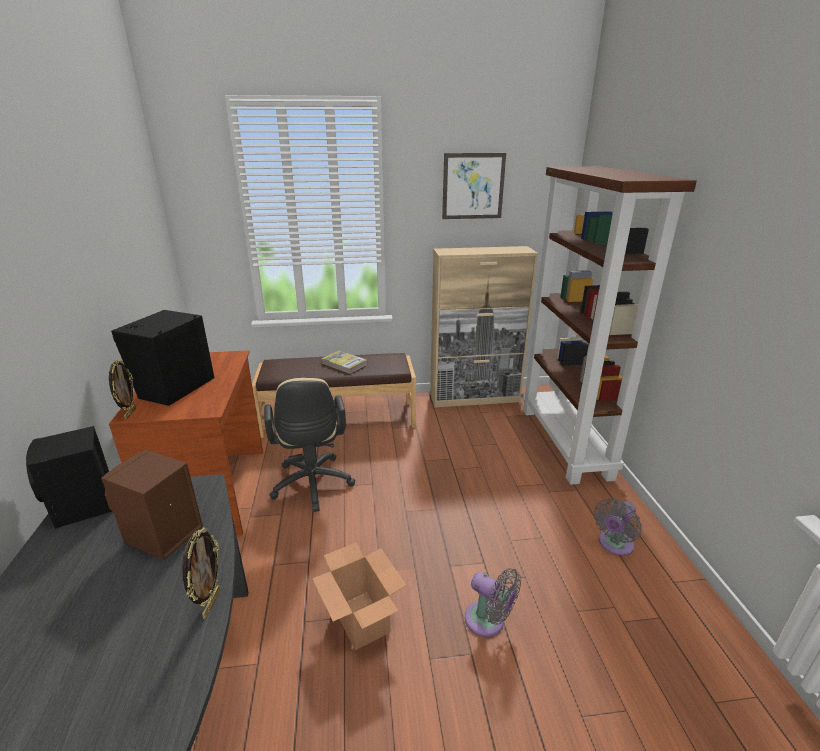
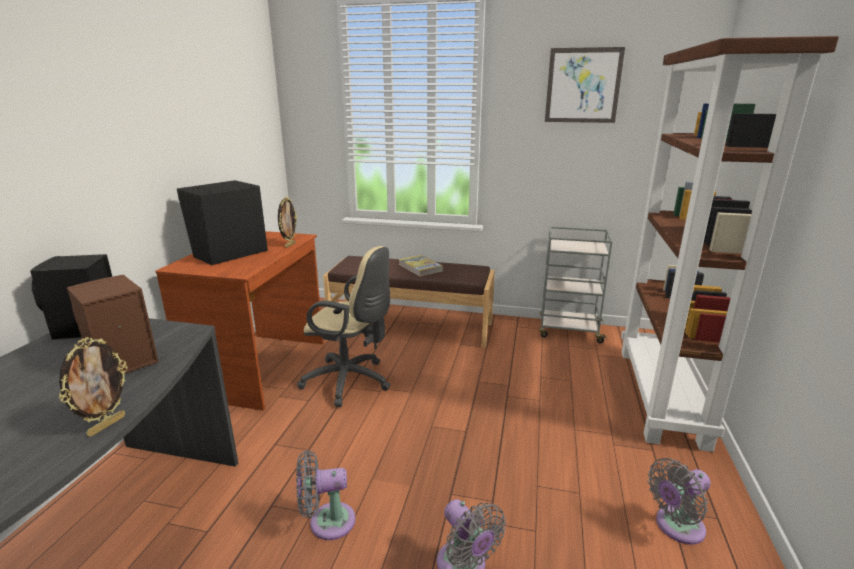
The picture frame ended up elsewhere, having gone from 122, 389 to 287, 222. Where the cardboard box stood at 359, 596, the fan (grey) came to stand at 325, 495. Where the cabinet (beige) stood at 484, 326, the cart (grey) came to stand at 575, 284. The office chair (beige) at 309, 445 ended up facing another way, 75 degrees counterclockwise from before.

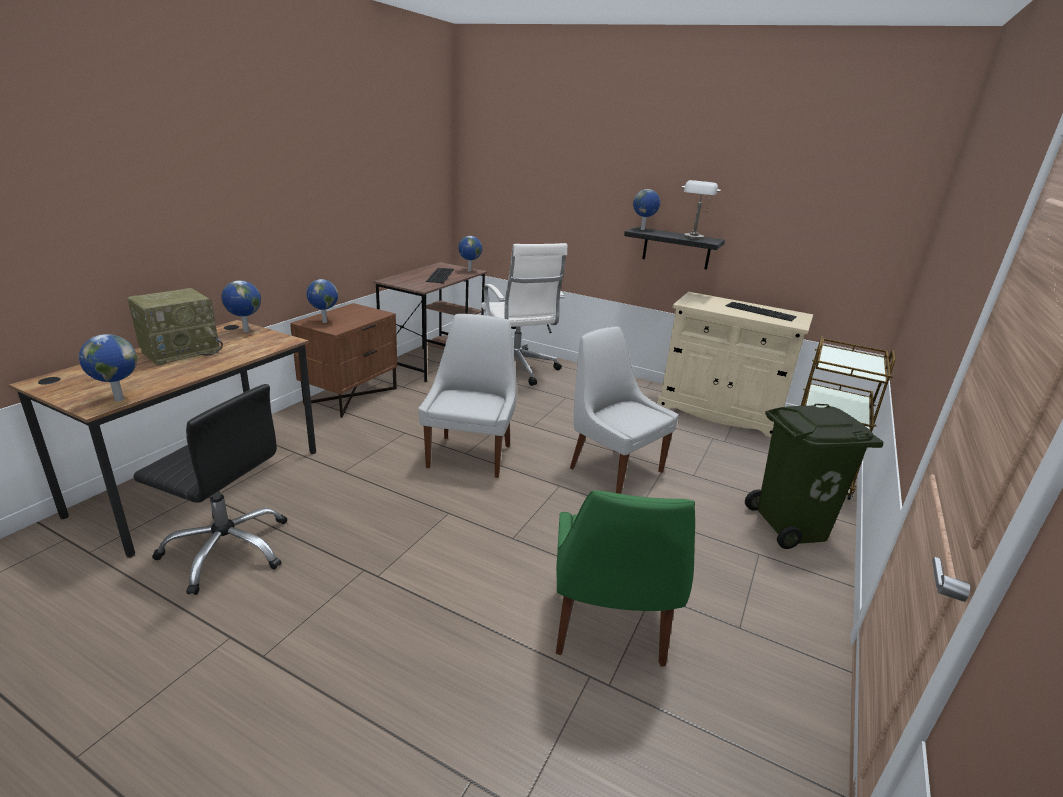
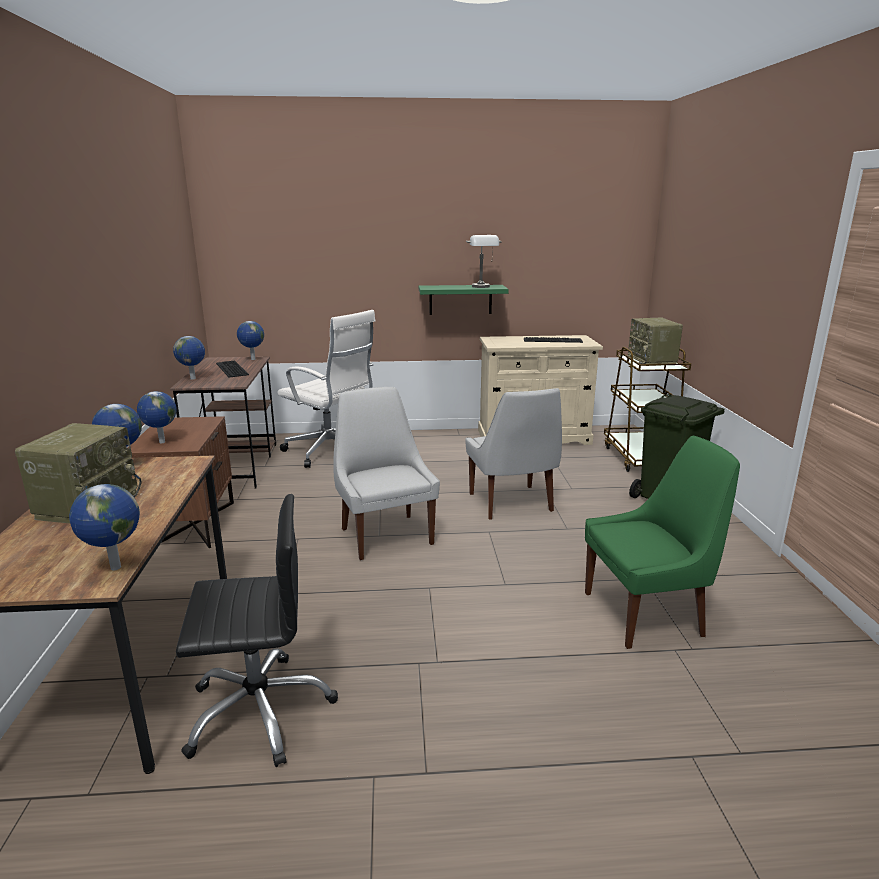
The second view gained the radio at 655, 342. The globe ended up elsewhere, having gone from 646, 209 to 189, 358. What was the shelf (black) at 674, 248 turned into the shelf (green) at 464, 300. The chair (green) at 625, 578 ended up facing another way, 75 degrees counterclockwise from before. The chair (white) at 624, 410 ended up facing another way, 120 degrees counterclockwise from before.

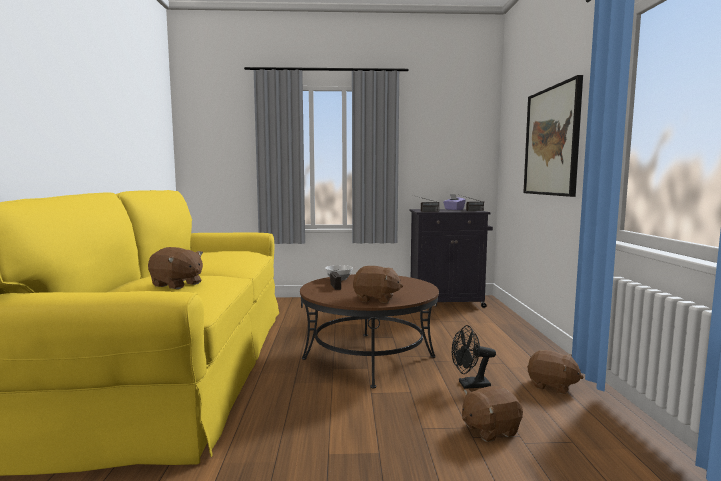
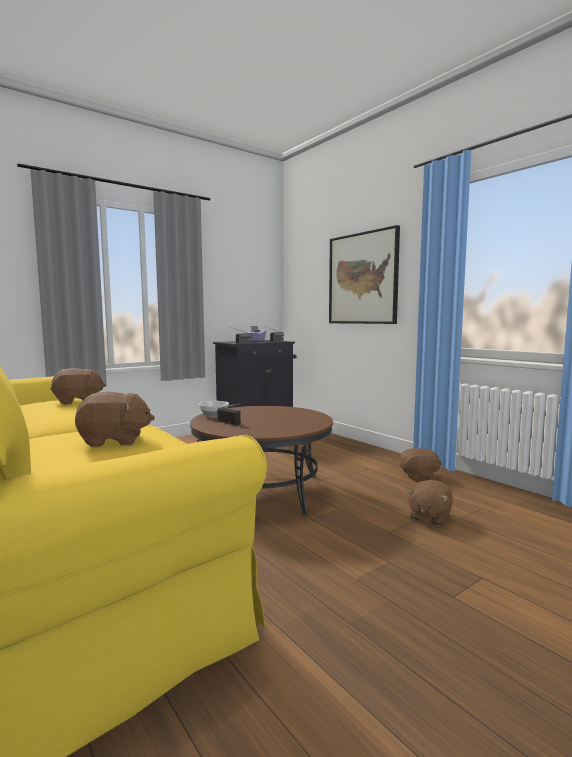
The second view lost the fan (black) at 473, 357. The plush toy (brown) ended up elsewhere, having gone from 378, 284 to 78, 386.

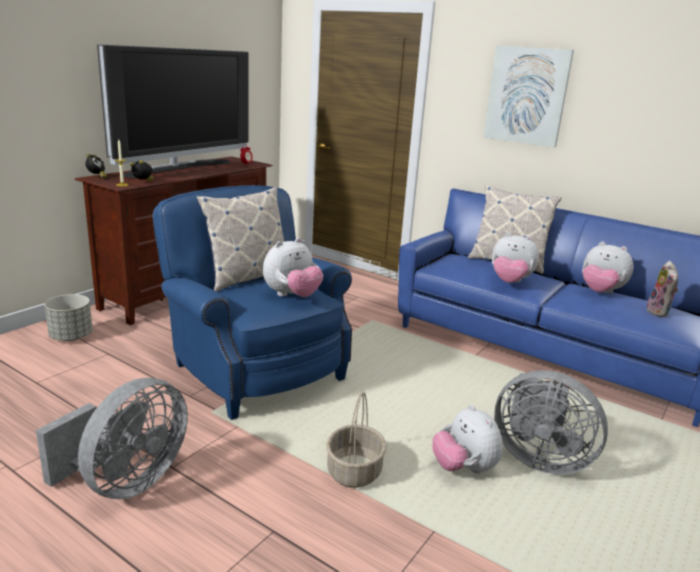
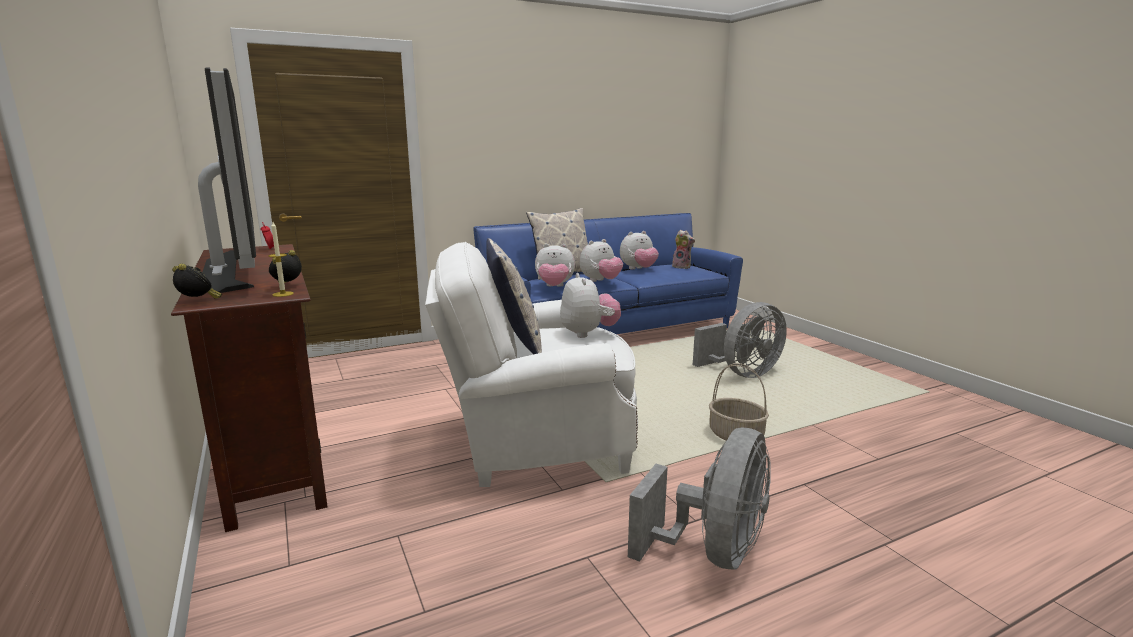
The second view lost the planter (grey) at 69, 317. The second view lost the picture at 528, 97. The plush toy ended up elsewhere, having gone from 467, 439 to 555, 265. What was the armchair (blue) at 252, 302 turned into the armchair (white) at 531, 364. The fan (grey) at 112, 438 ended up facing another way, 60 degrees clockwise from before.

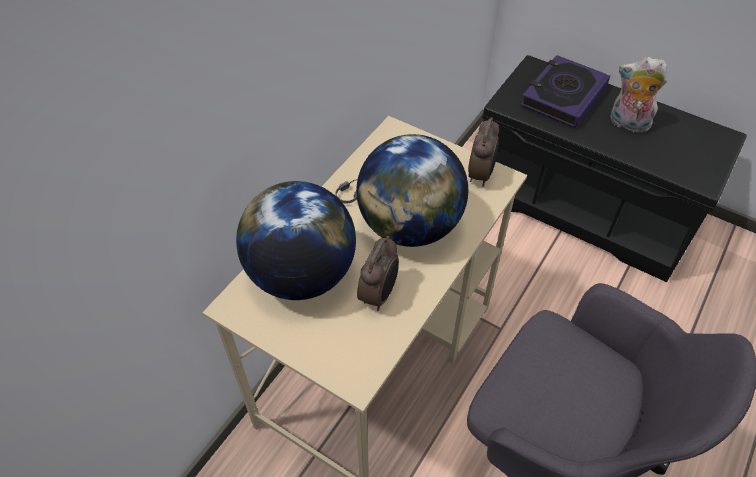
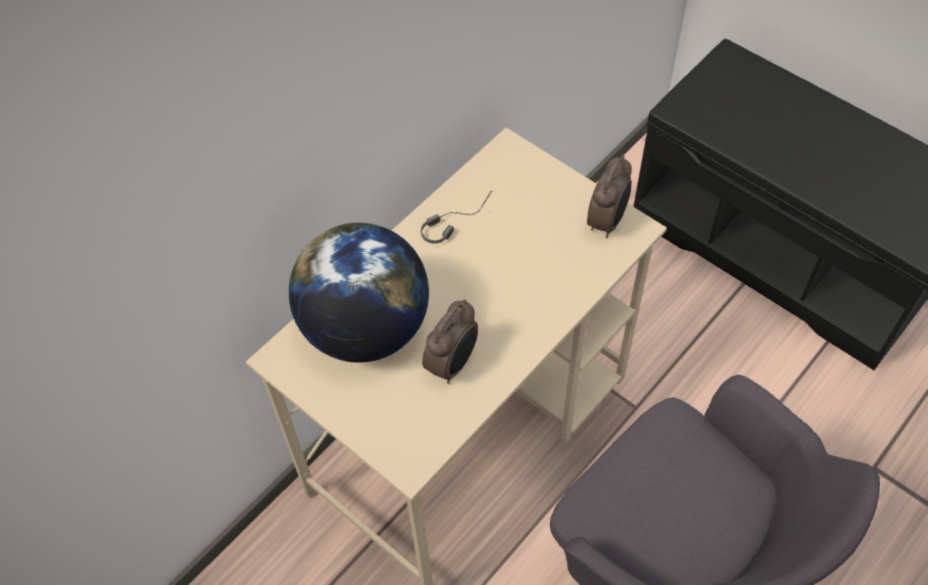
The second view lost the globe at 412, 190. The second view lost the book at 565, 91. The second view lost the plush toy at 639, 95.

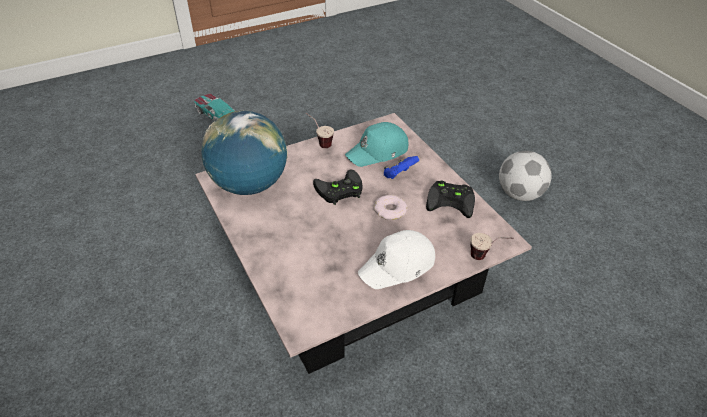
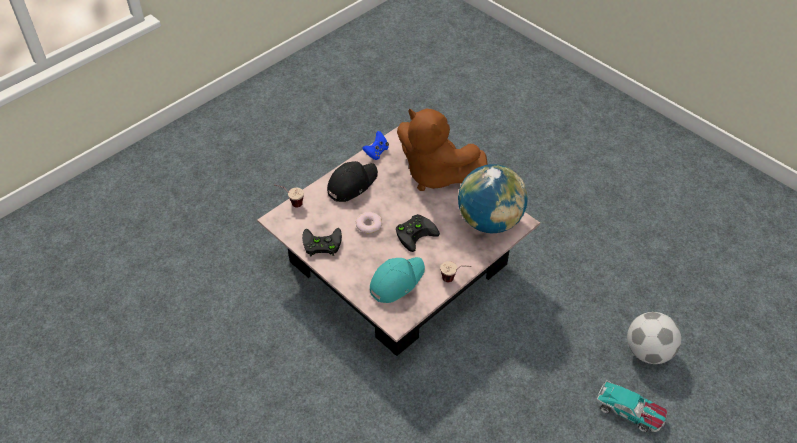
The second view gained the plush toy (brown) at 442, 150. The game controller (blue) ended up elsewhere, having gone from 401, 167 to 375, 145. The football ended up elsewhere, having gone from 525, 176 to 654, 338. What was the cap (white) at 396, 259 turned into the cap (black) at 352, 181.

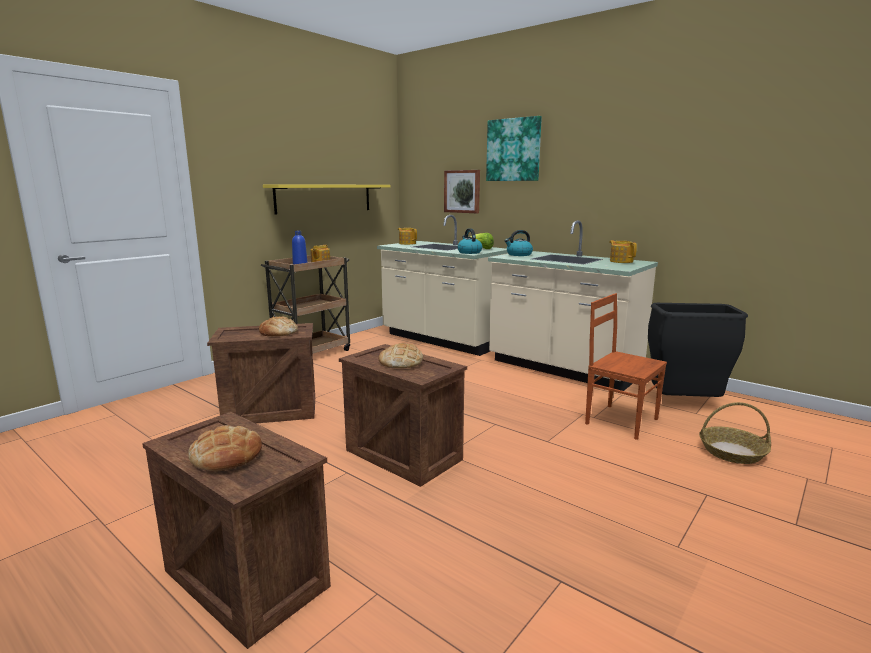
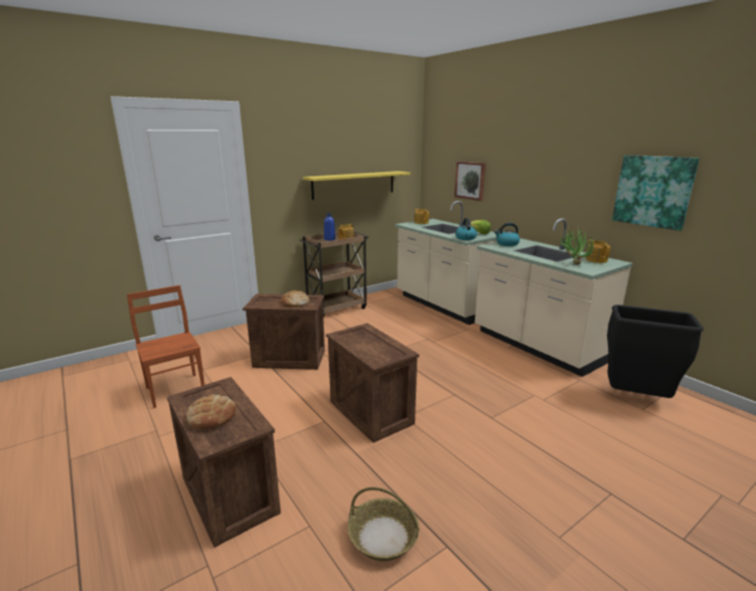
The second view lost the bread at 400, 355. The second view gained the potted plant at 576, 246. The picture ended up elsewhere, having gone from 514, 148 to 655, 193. The chair (brown) ended up elsewhere, having gone from 626, 366 to 166, 346. The basket ended up elsewhere, having gone from 735, 433 to 383, 524.

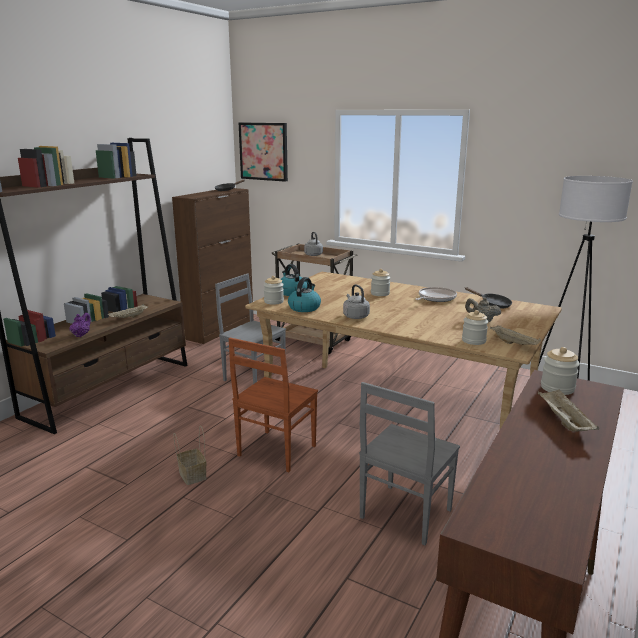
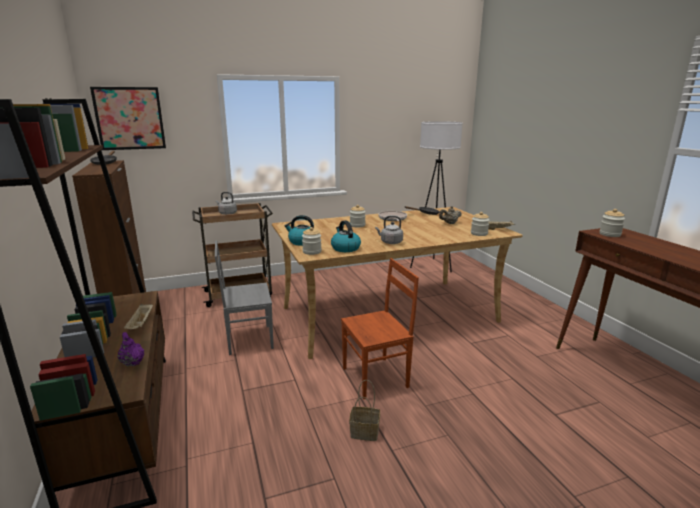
The second view lost the chair (grey) at 409, 463. The second view lost the tray (beige) at 568, 411. The chair (brown) at 273, 405 ended up facing another way, 90 degrees counterclockwise from before.

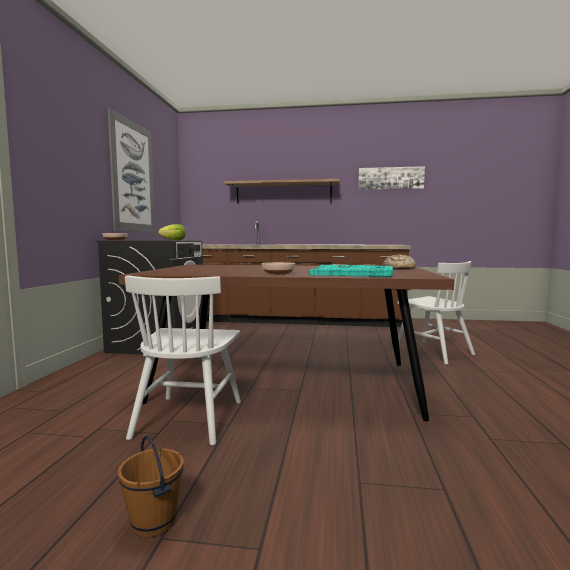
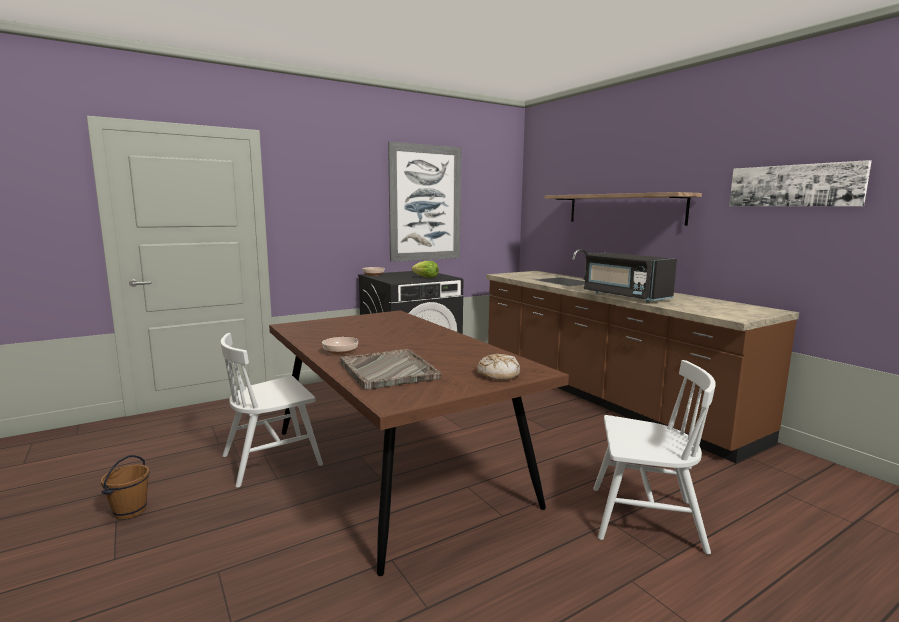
The second view gained the microwave (black) at 630, 277. What was the tray (turquoise) at 351, 271 turned into the tray (grey) at 390, 369. The chair (white) at 436, 313 ended up facing another way, 90 degrees counterclockwise from before.

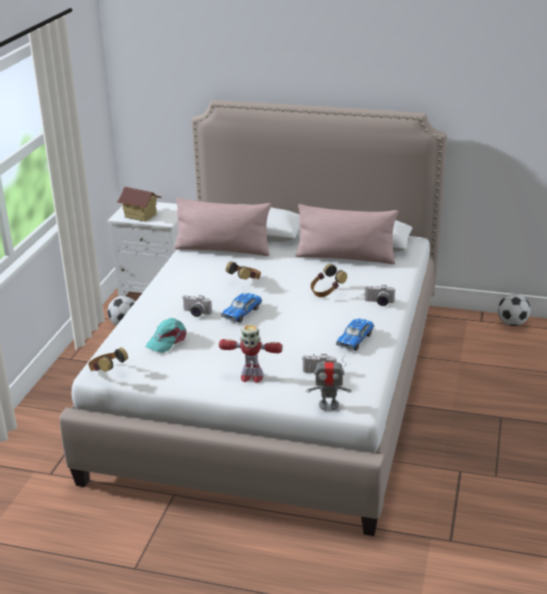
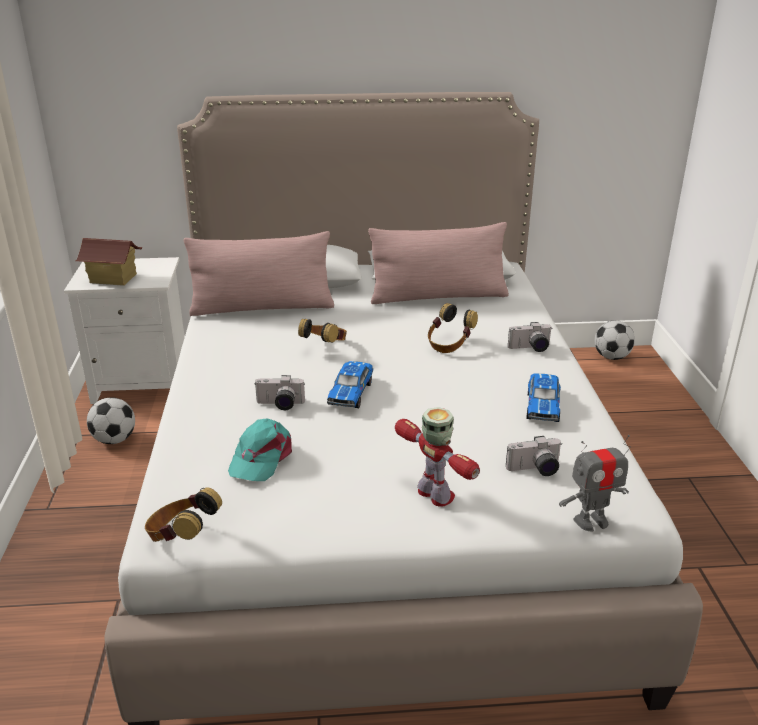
The toy robot at 251, 353 ended up facing another way, 120 degrees counterclockwise from before.

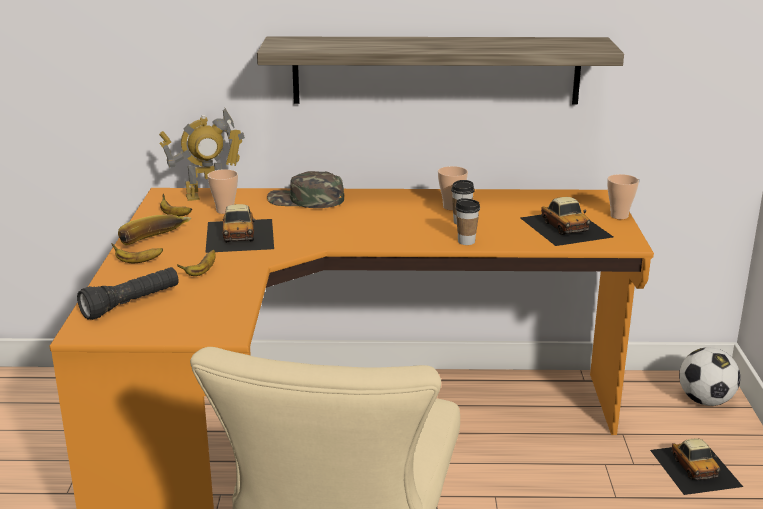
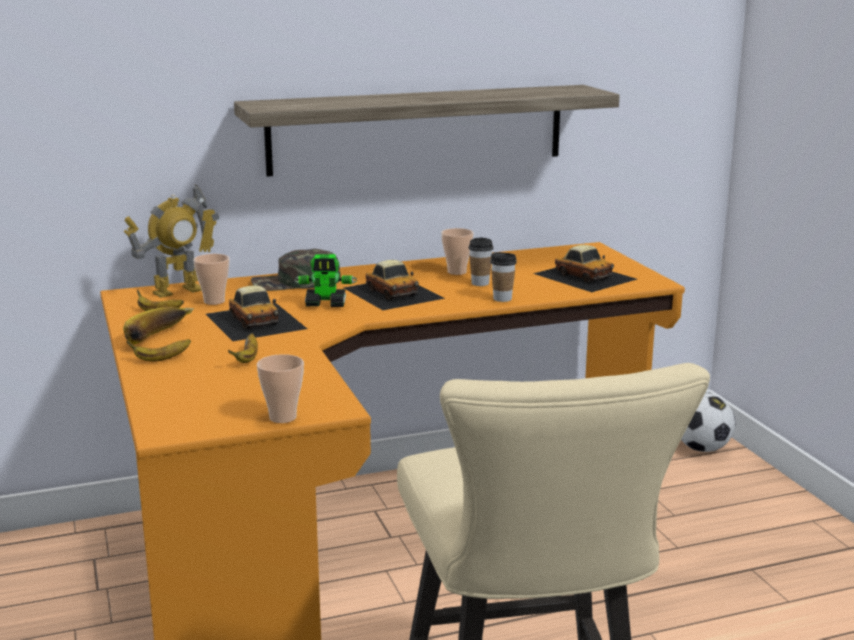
The second view lost the flashlight (black) at 127, 293. The second view gained the toy robot at 325, 280. The cup ended up elsewhere, having gone from 623, 196 to 280, 388. The toy car ended up elsewhere, having gone from 696, 466 to 394, 285.

